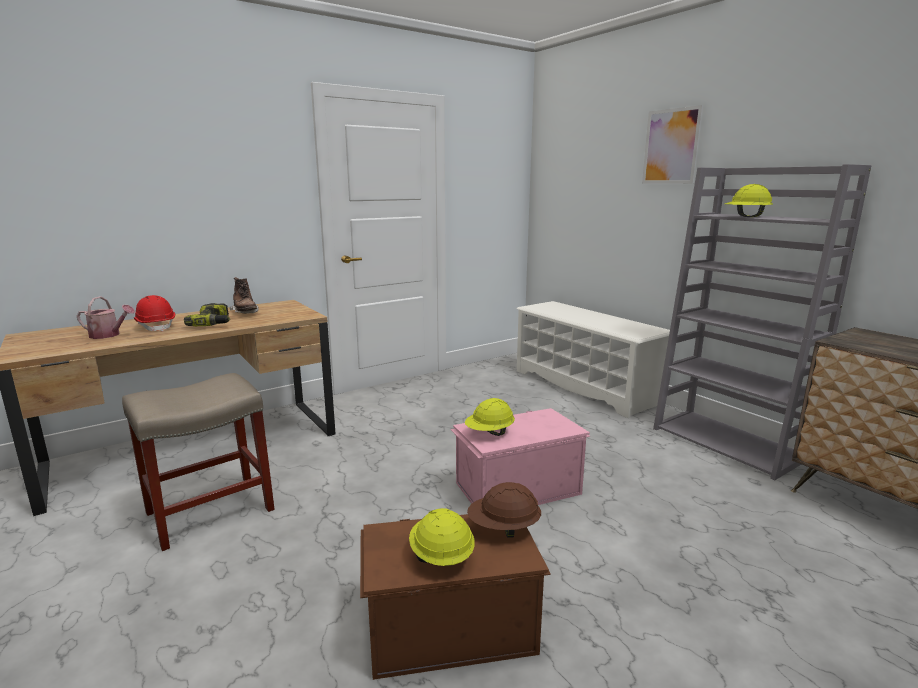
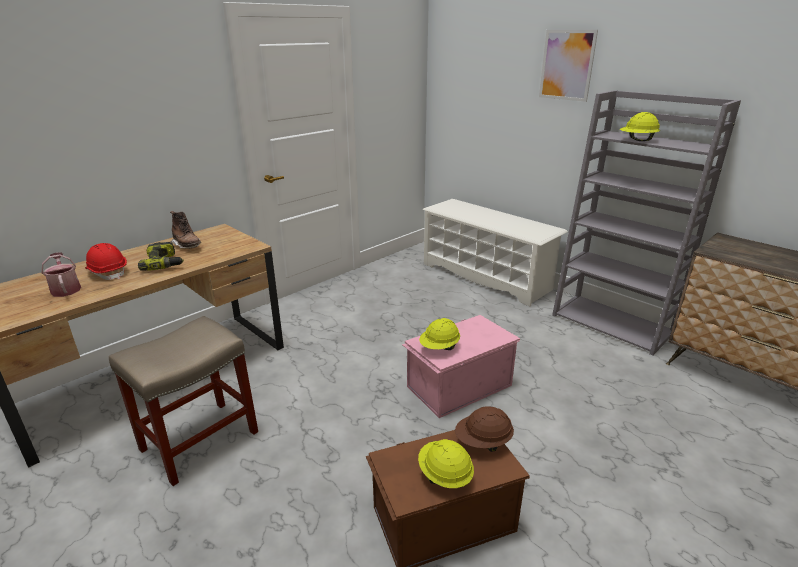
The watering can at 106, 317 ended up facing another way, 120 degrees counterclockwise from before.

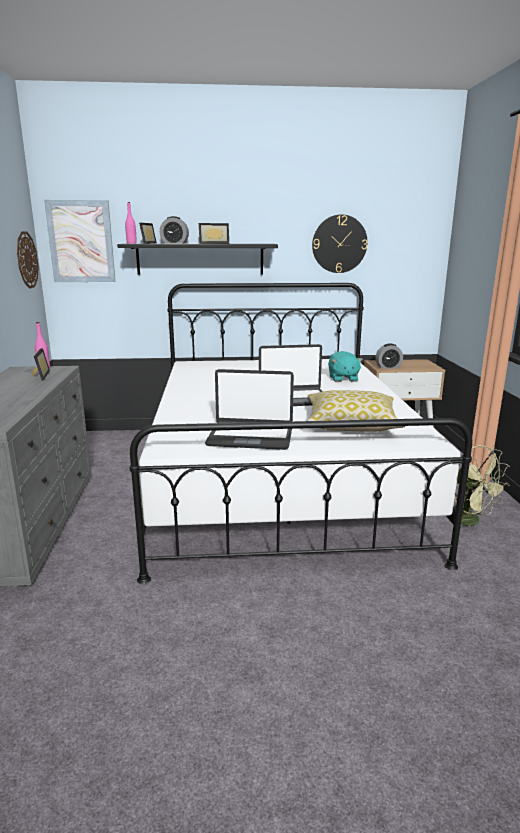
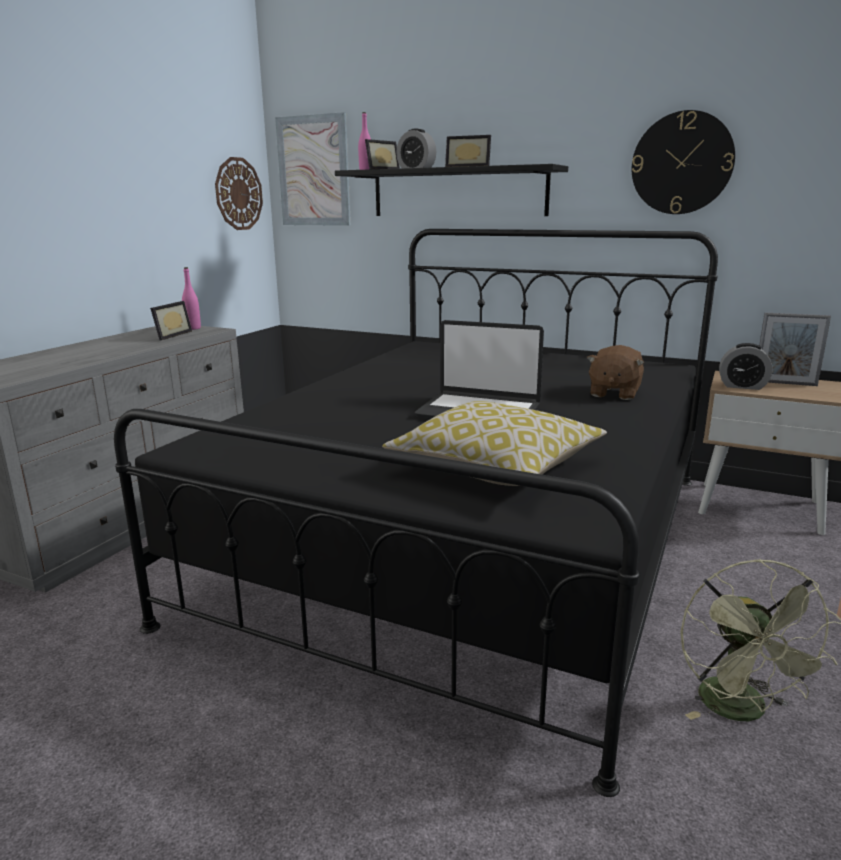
The second view lost the laptop at 249, 409. The second view gained the picture frame at 795, 349. What was the bed (white) at 300, 433 turned into the bed (black) at 416, 513. What was the plush toy (turquoise) at 345, 366 turned into the plush toy (brown) at 615, 372.

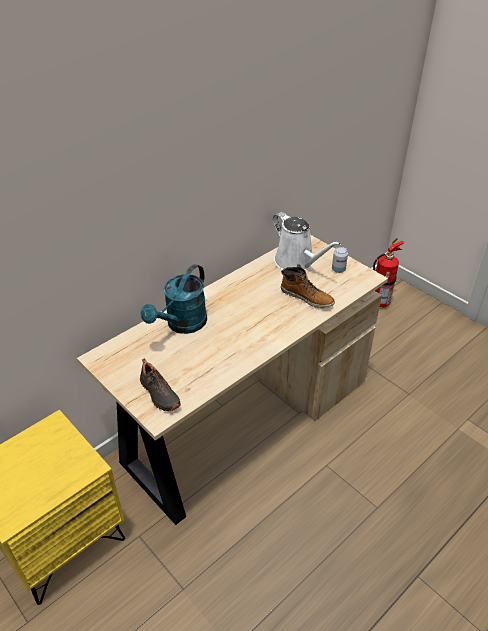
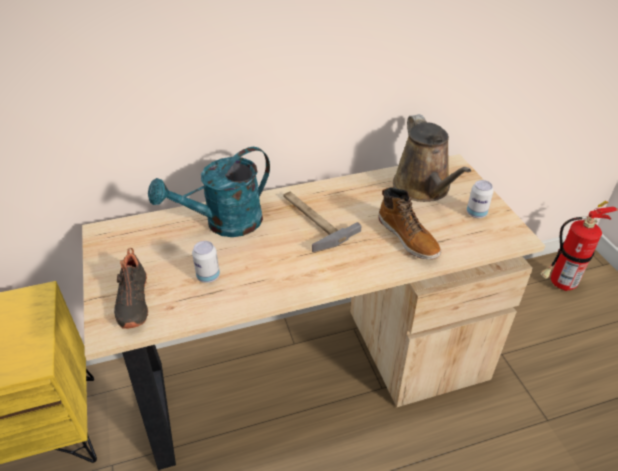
The second view gained the can at 206, 262. The second view gained the hammer at 322, 221. What was the watering can (white) at 307, 241 turned into the watering can (brown) at 432, 158.

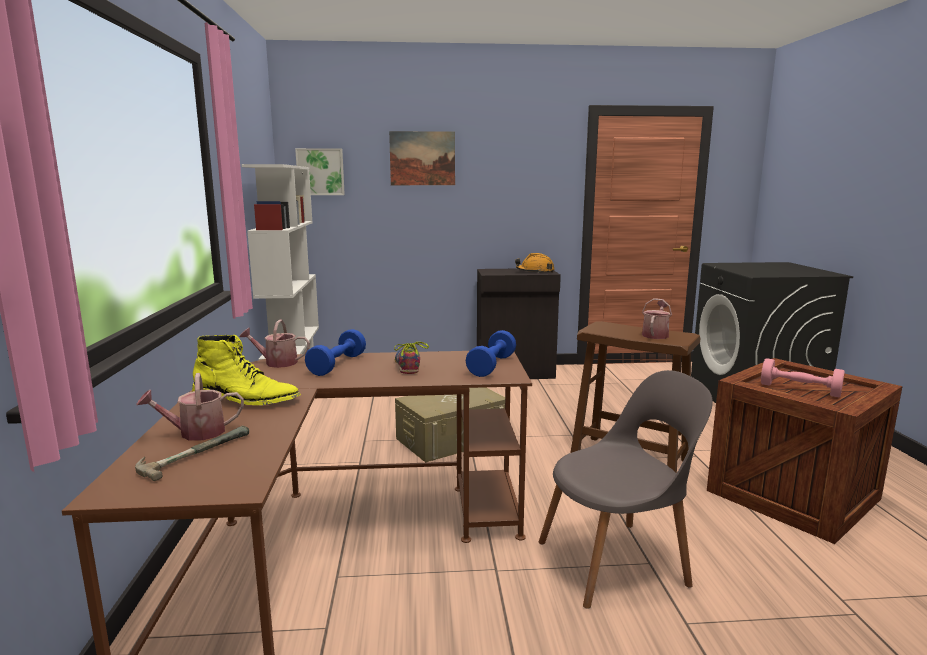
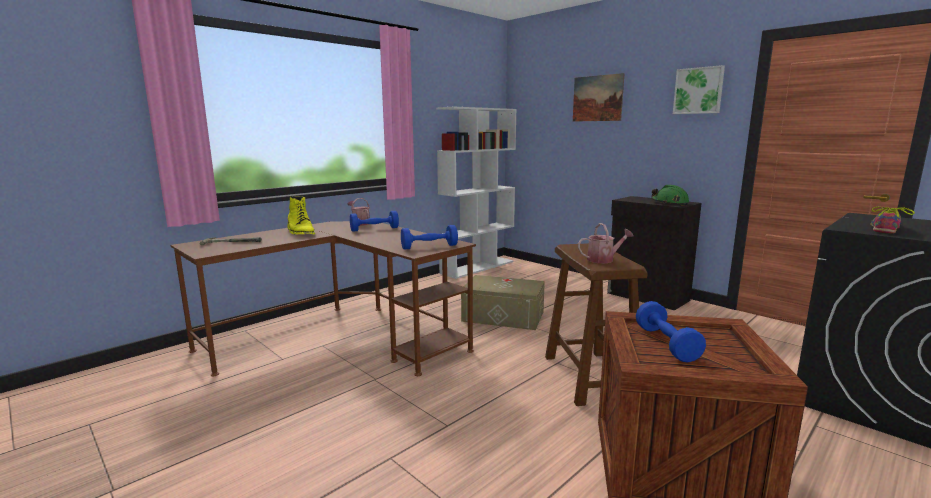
The second view lost the watering can at 190, 407. The second view lost the chair (grey) at 626, 489. The picture ended up elsewhere, having gone from 320, 171 to 699, 89. The shoe ended up elsewhere, having gone from 411, 358 to 892, 220. What was the hard hat (orange) at 535, 263 turned into the hard hat (green) at 670, 195. What was the dumbbell (pink) at 803, 377 turned into the dumbbell (blue) at 671, 332.

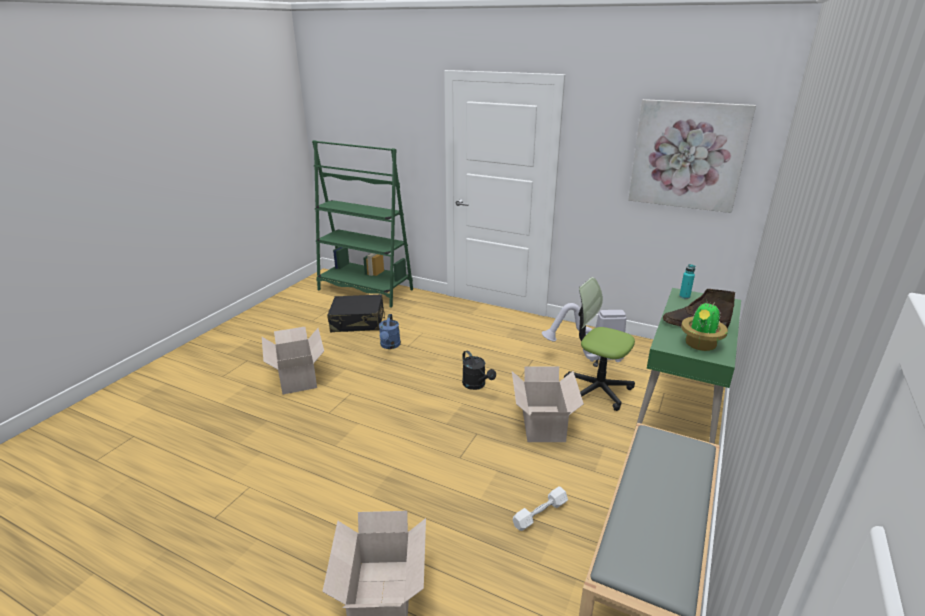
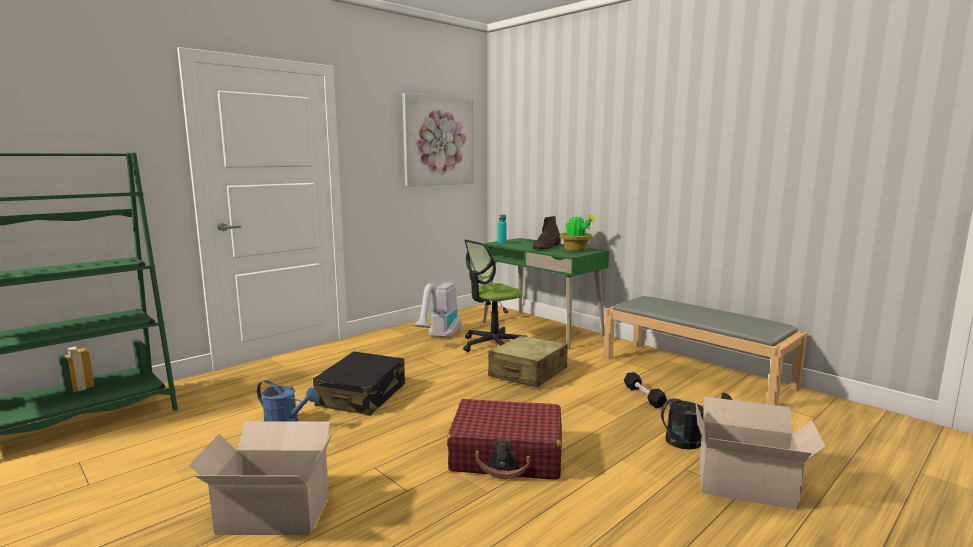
The second view gained the suitcase (red) at 504, 439. The suitcase (black) ended up elsewhere, having gone from 356, 313 to 359, 384. The watering can (black) ended up elsewhere, having gone from 479, 370 to 697, 421. Where the cardboard box stood at 548, 404, the suitcase (beige) came to stand at 528, 362. What was the dumbbell (white) at 540, 508 turned into the dumbbell (black) at 645, 390.

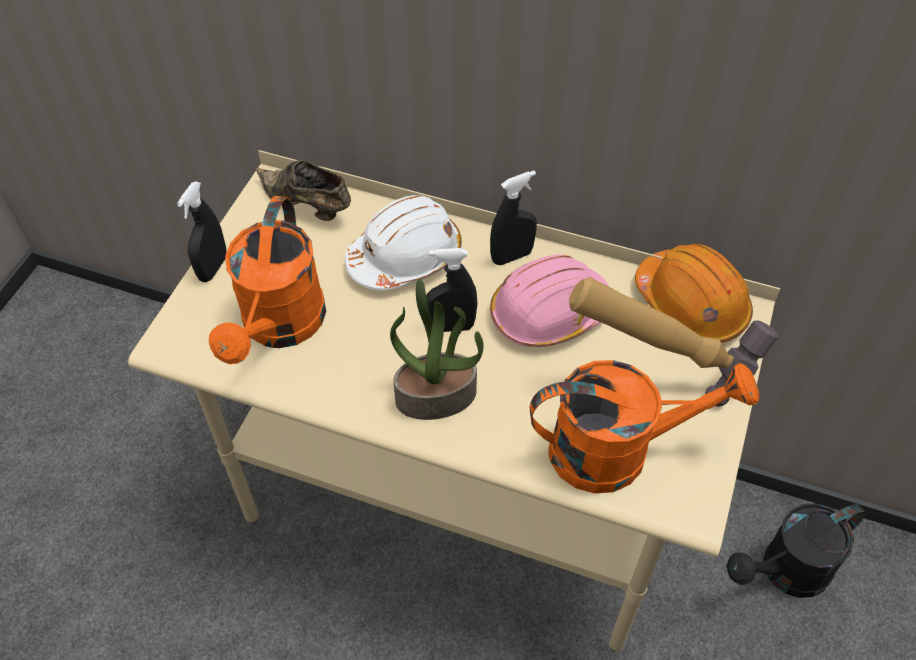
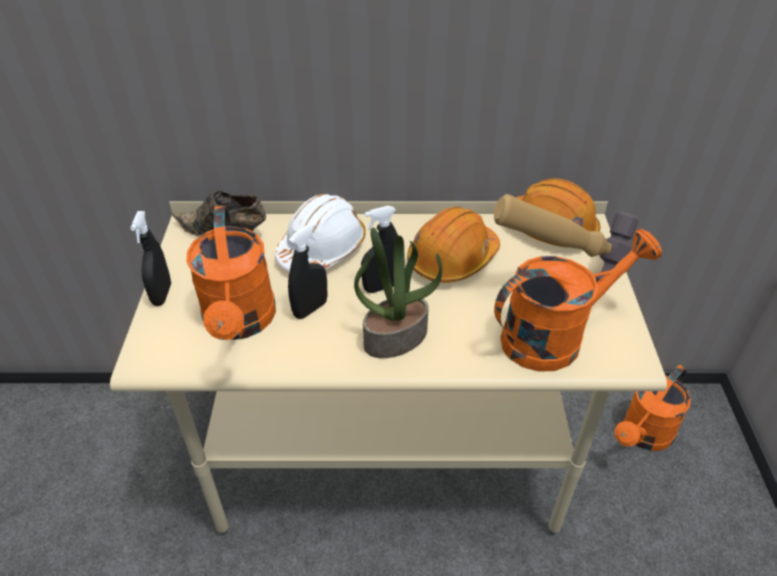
The spray bottle (black) ended up elsewhere, having gone from 513, 218 to 307, 270. What was the hard hat (pink) at 549, 301 turned into the hard hat (orange) at 453, 245. What was the watering can (black) at 796, 550 turned into the watering can (orange) at 653, 408.

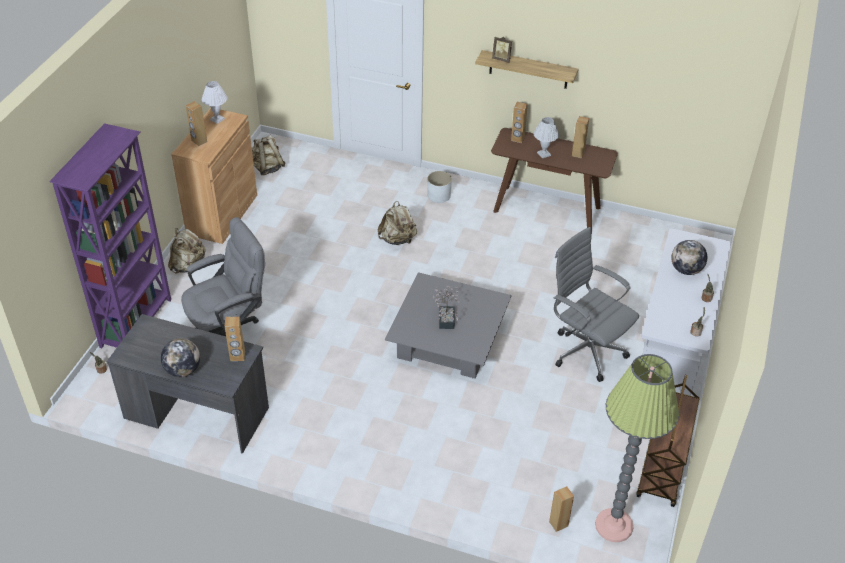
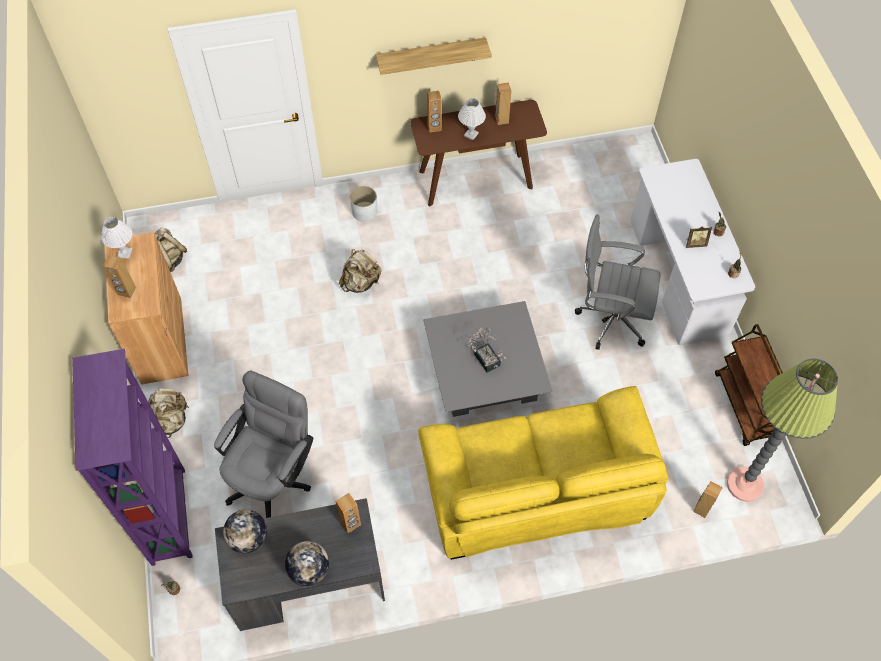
The second view gained the sofa (yellow) at 543, 473. The picture frame ended up elsewhere, having gone from 502, 50 to 699, 237. The globe ended up elsewhere, having gone from 689, 257 to 245, 531.

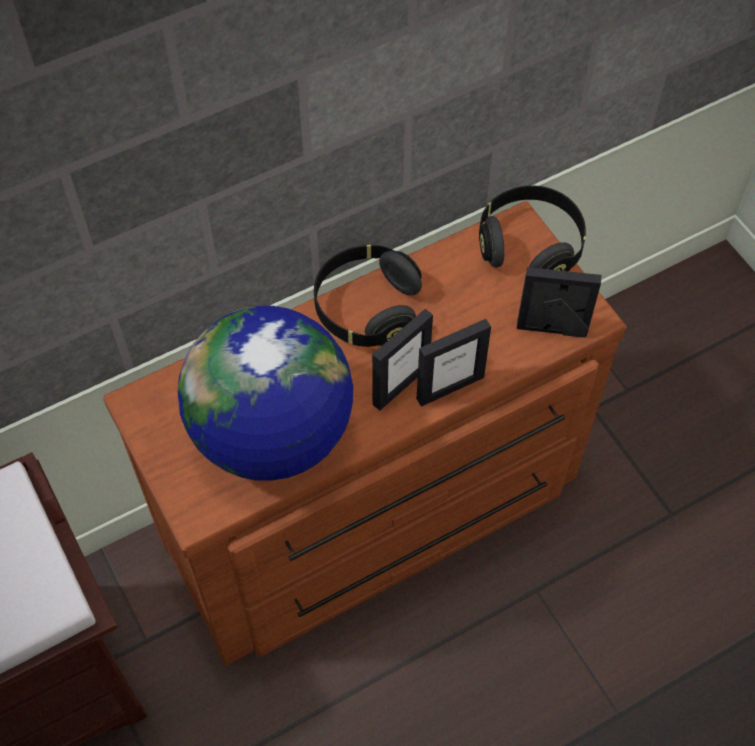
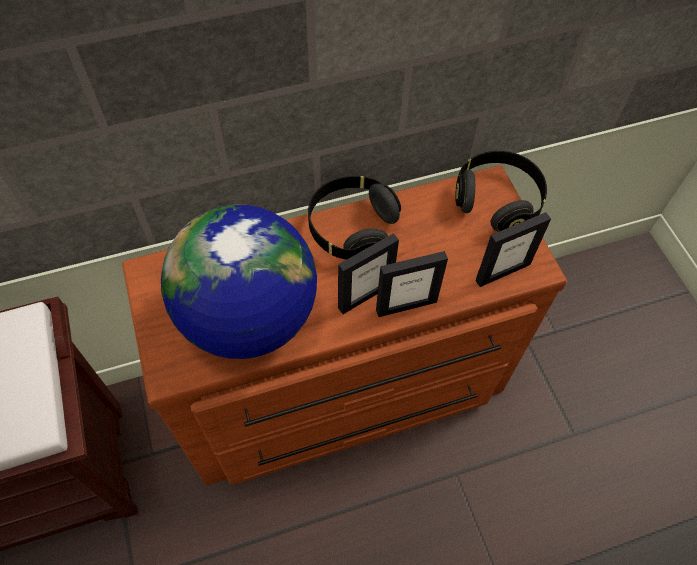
The picture frame at 559, 302 ended up facing another way, 135 degrees clockwise from before.

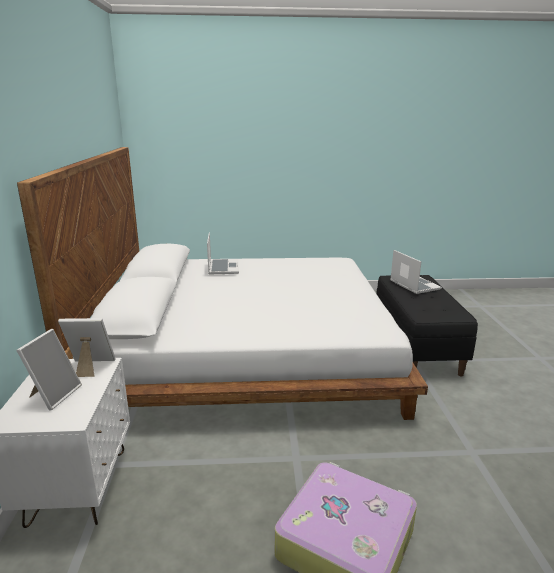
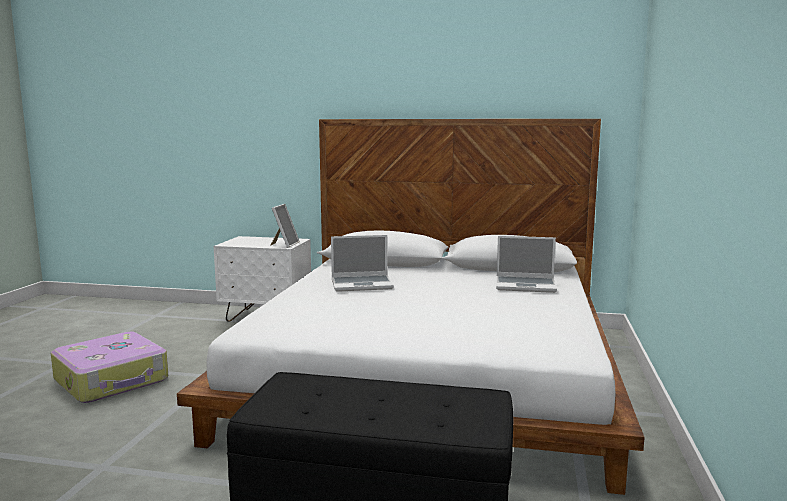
The second view lost the picture frame at 49, 370. The laptop ended up elsewhere, having gone from 416, 272 to 362, 263.

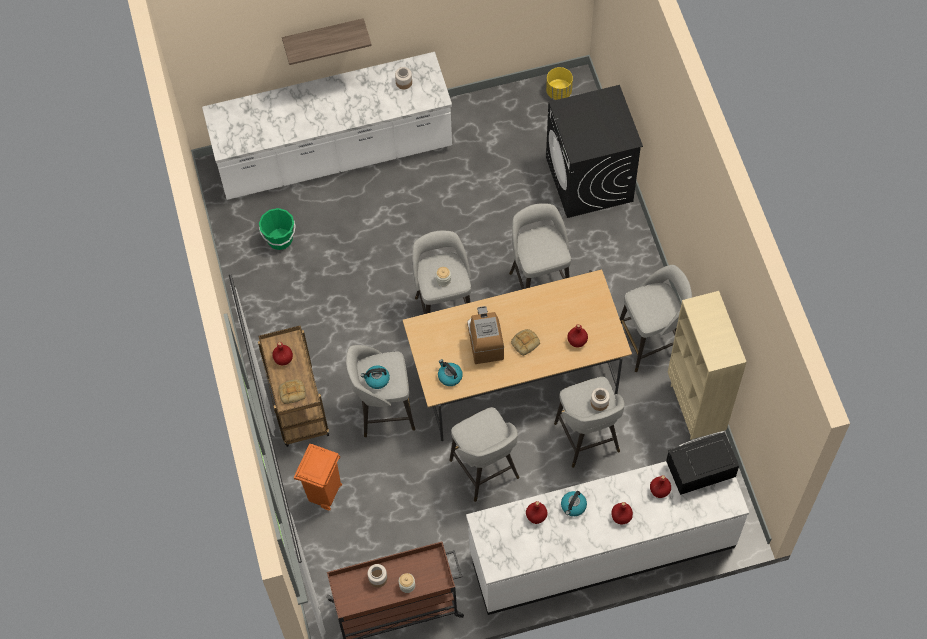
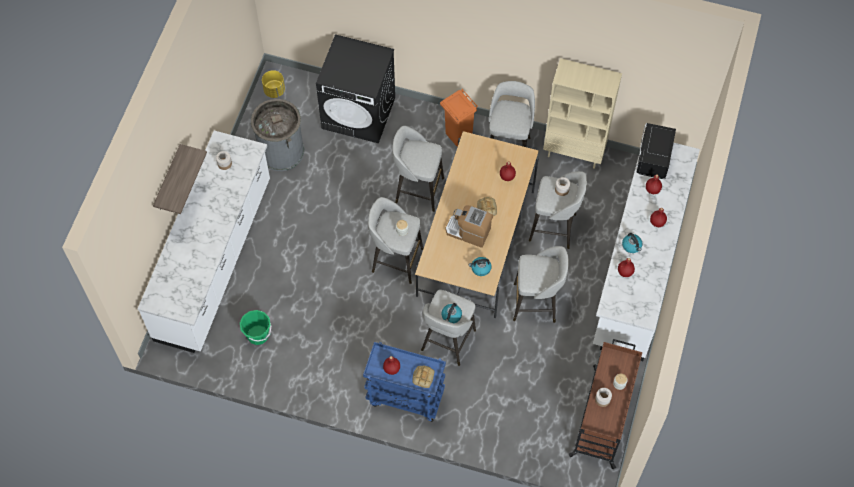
The second view gained the trash can (grey) at 277, 135. The trash can (orange) ended up elsewhere, having gone from 318, 477 to 459, 118. What was the cart (brown) at 293, 386 turned into the cart (blue) at 404, 382.

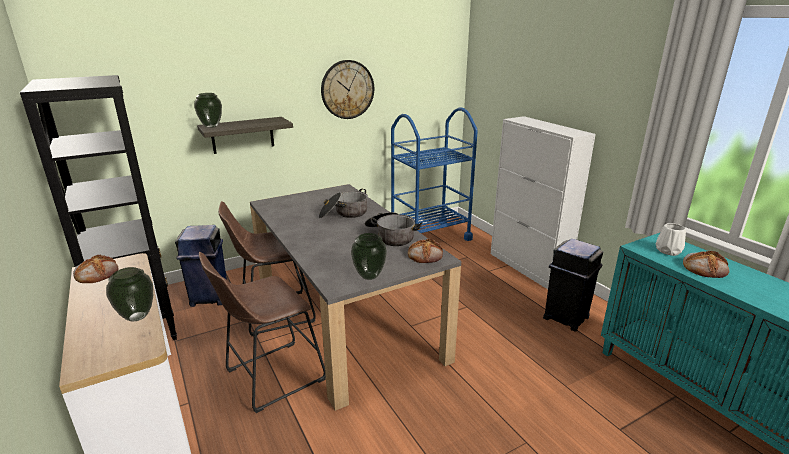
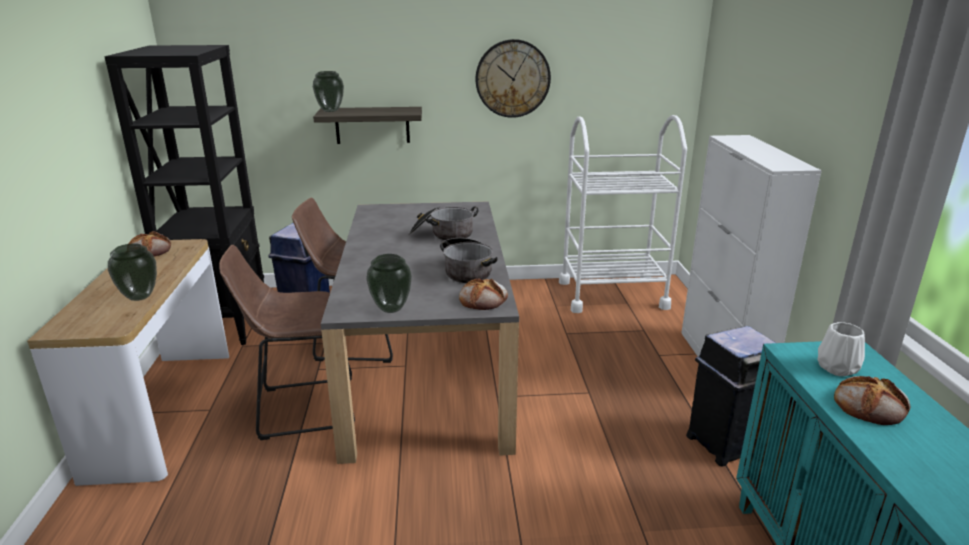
What was the cart (blue) at 434, 174 turned into the cart (white) at 623, 214.

